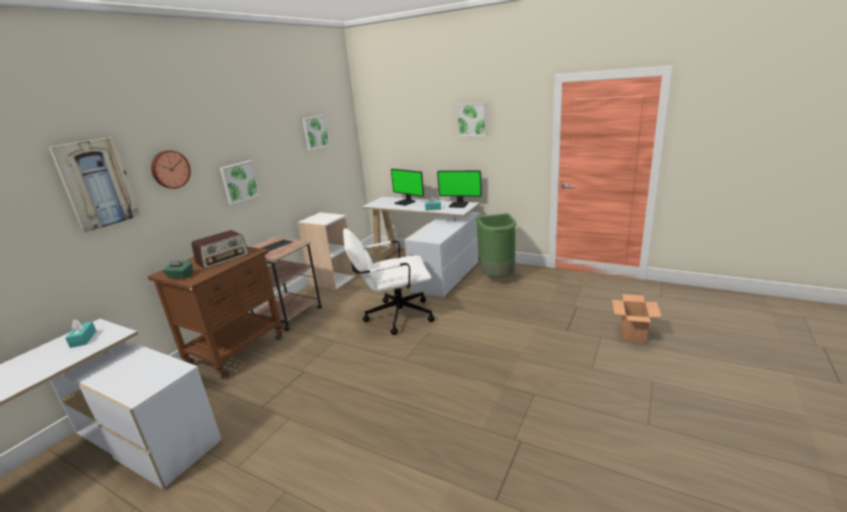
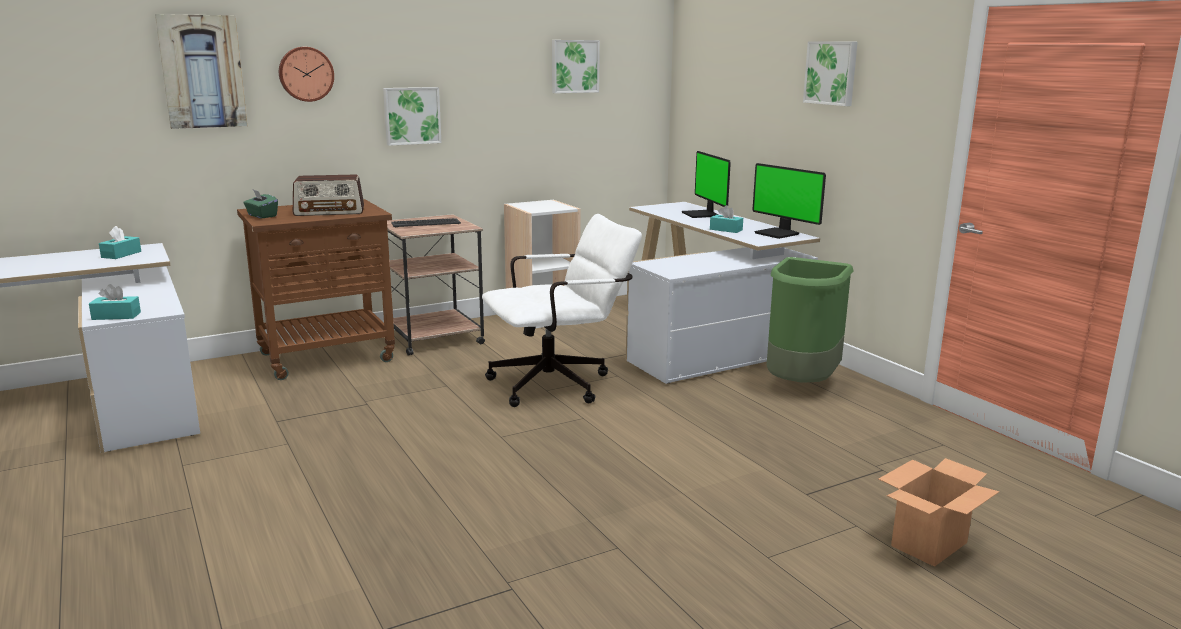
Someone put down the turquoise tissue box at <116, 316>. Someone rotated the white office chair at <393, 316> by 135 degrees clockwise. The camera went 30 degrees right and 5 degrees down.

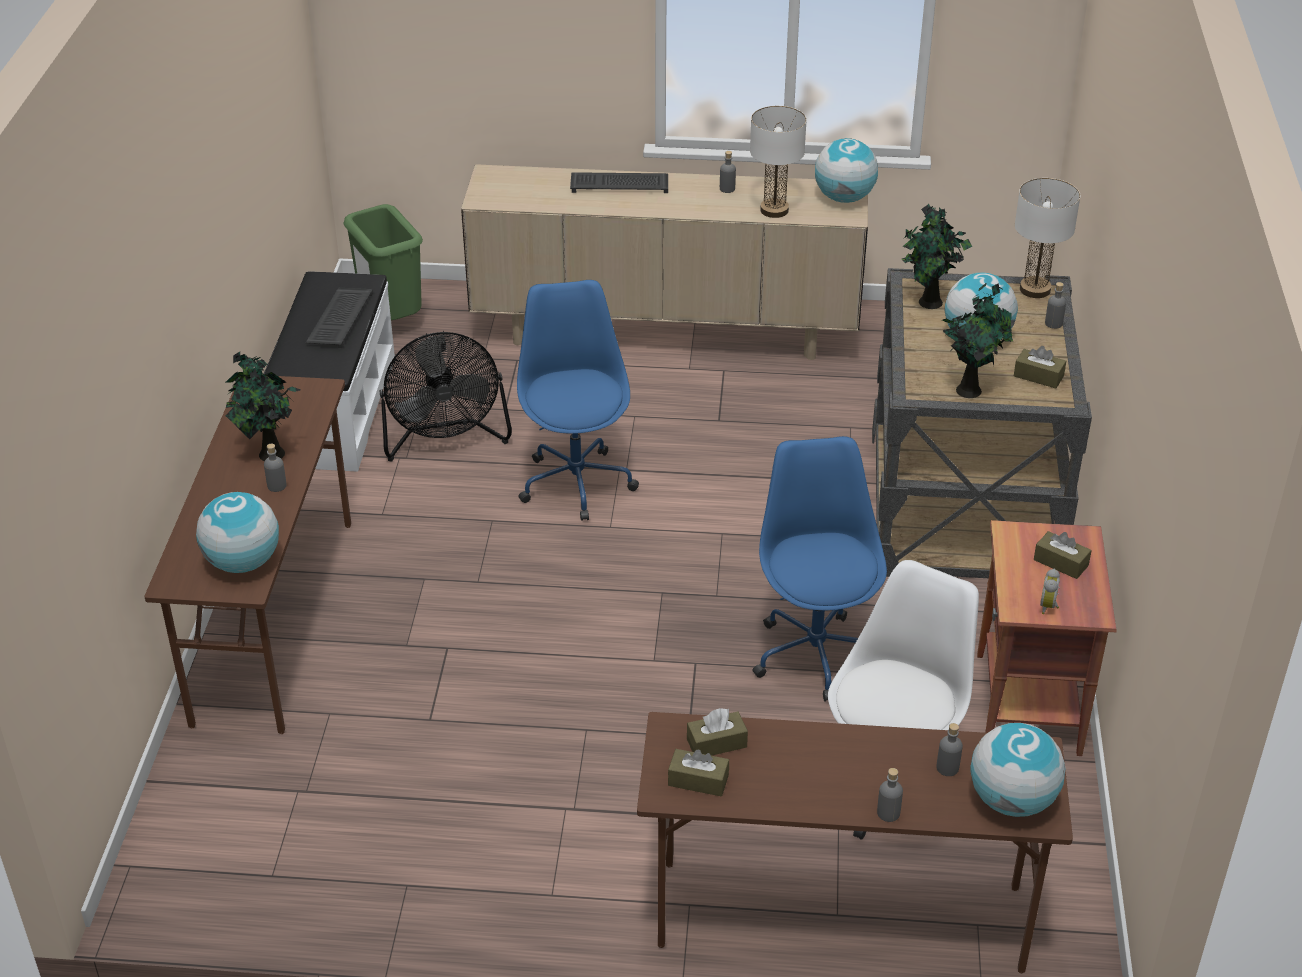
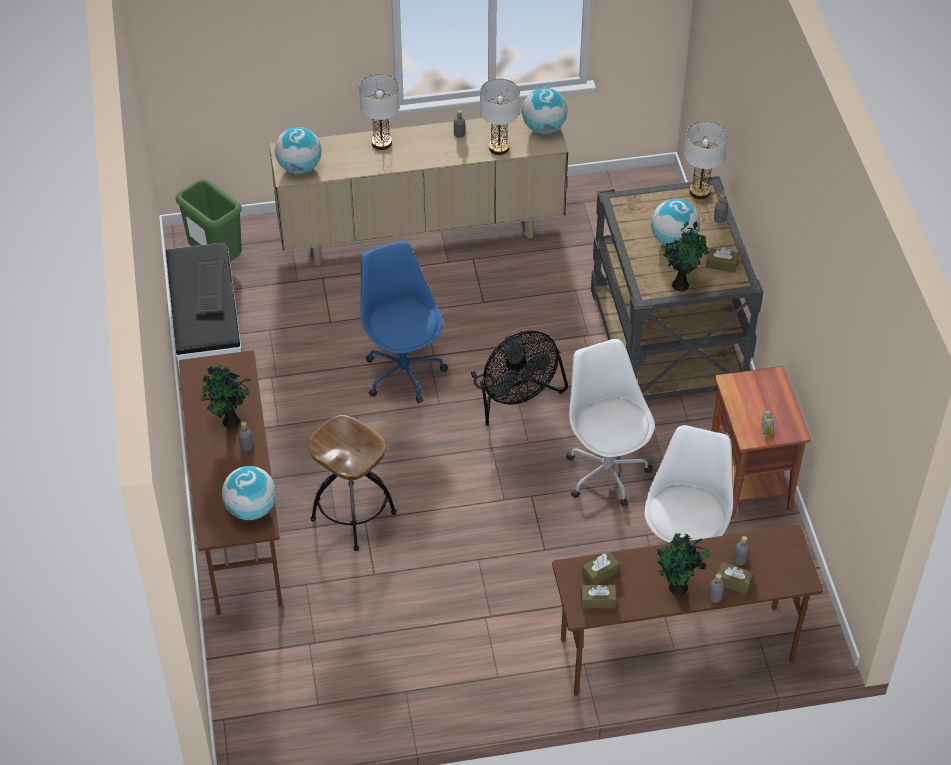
Someone carried the globe from <1012, 800> to <299, 167>. Someone put down the brown stool at <354, 516>. Someone swapped the keyboard at <620, 184> for the table lamp at <382, 143>. Someone carried the black fan from <440, 437> to <512, 398>. Someone repainted the blue office chair at <814, 653>, which became the white office chair at <605, 473>. Someone carried the potted plant from <929, 303> to <677, 589>. Someone carried the brown tissue box from <1061, 562> to <733, 582>. The camera went 15 degrees left and 10 degrees up.

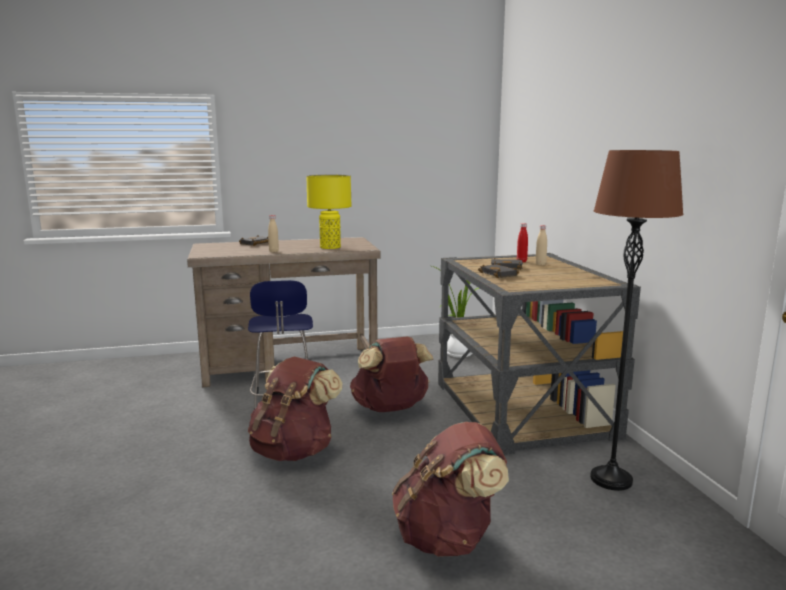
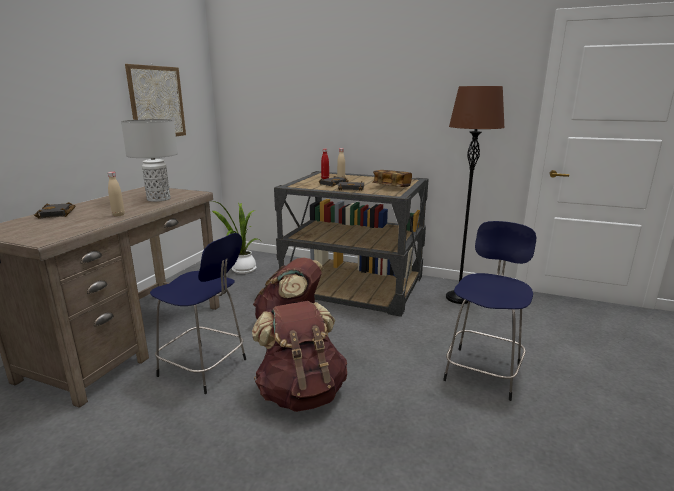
Someone repainted the yellow table lamp at <330, 247>, which became the white table lamp at <158, 199>. Someone put up the picture at <157, 101>. Someone put down the book at <391, 187>. Someone swapped the brown backpack at <448, 538> for the blue stool at <483, 371>. The camera went 55 degrees left and 5 degrees up.

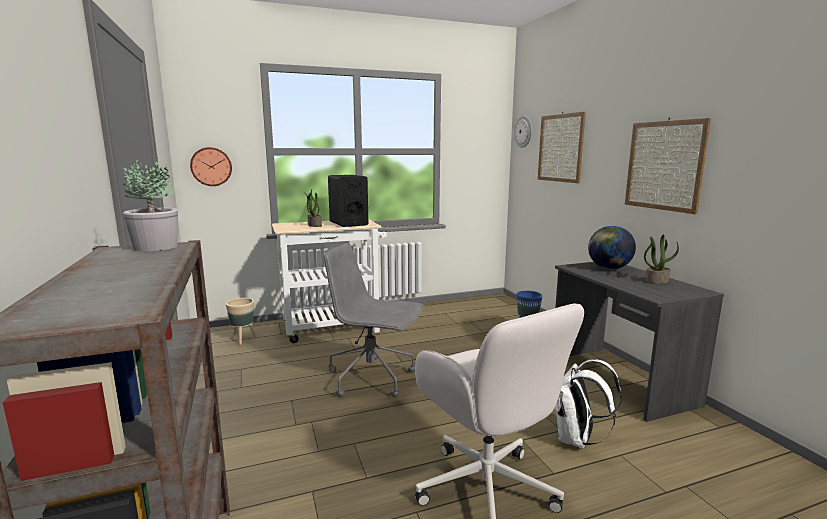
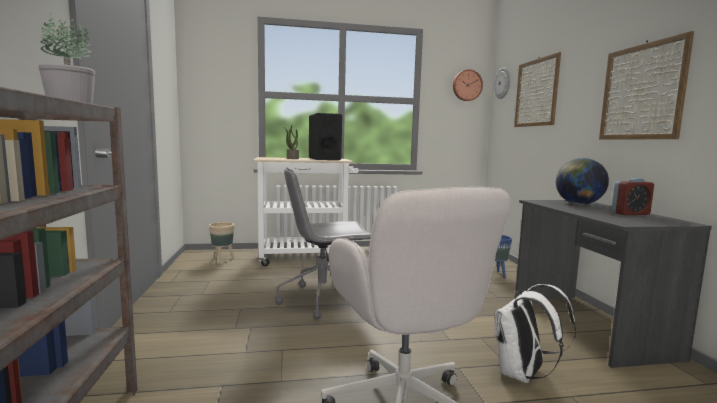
Someone rotated the grey office chair at <375, 379> by 45 degrees counterclockwise. Someone carried the wall clock from <211, 166> to <467, 85>. Someone swapped the potted plant at <656, 281> for the alarm clock at <630, 213>. The camera went 10 degrees right and 5 degrees down.

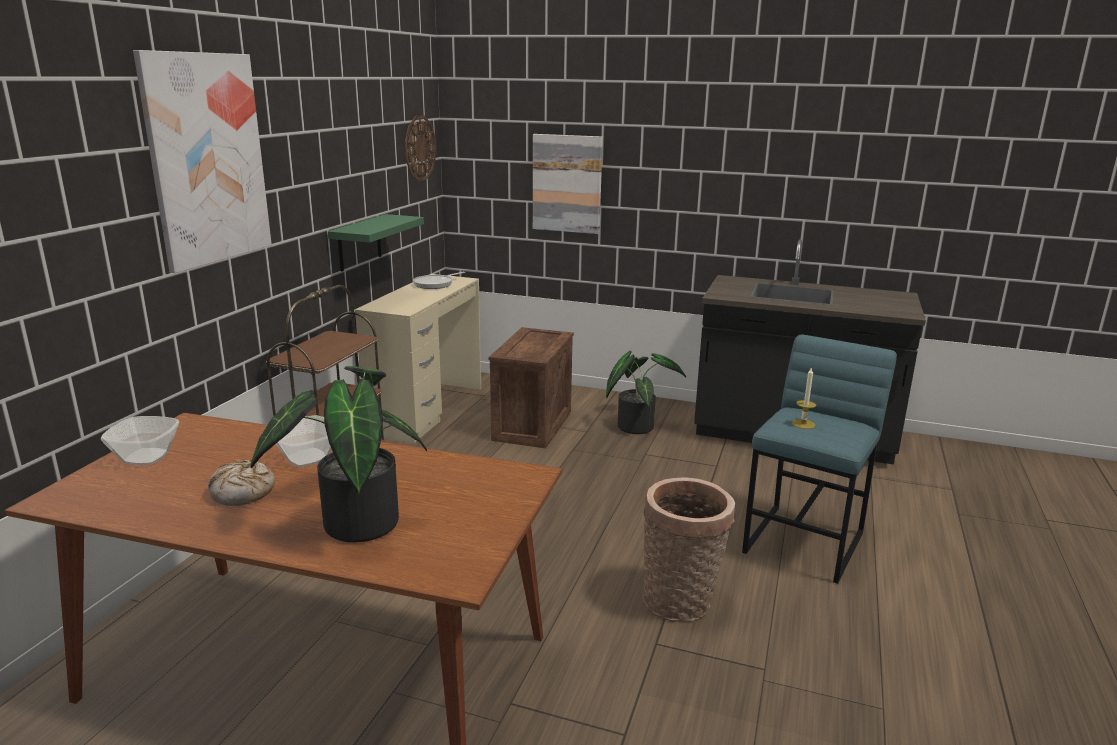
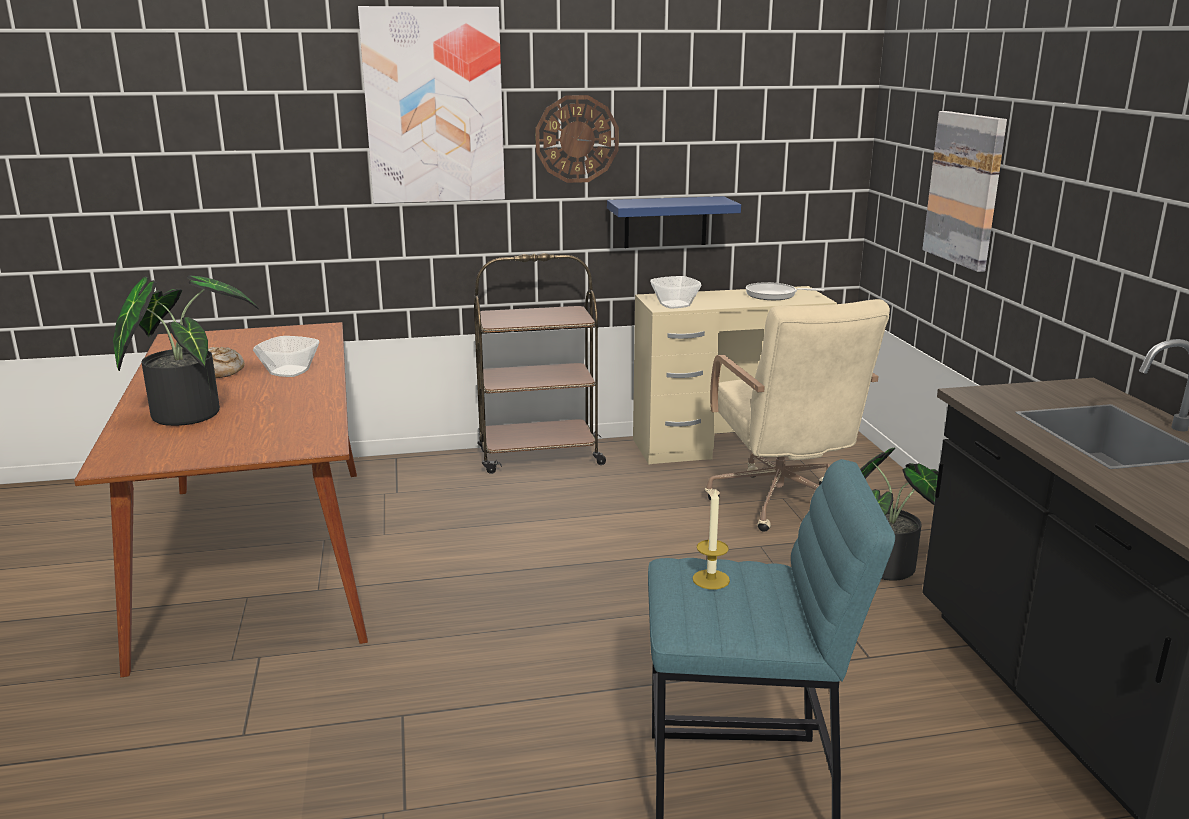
Someone carried the wall clock from <419, 148> to <577, 139>. Someone repainted the green shelf at <359, 242>, which became the blue shelf at <665, 222>. Someone carried the bowl from <147, 457> to <675, 305>. Someone swapped the crate at <533, 426> for the beige office chair at <781, 506>. Someone took away the basket at <681, 602>. The camera went 60 degrees right and 0 degrees up.

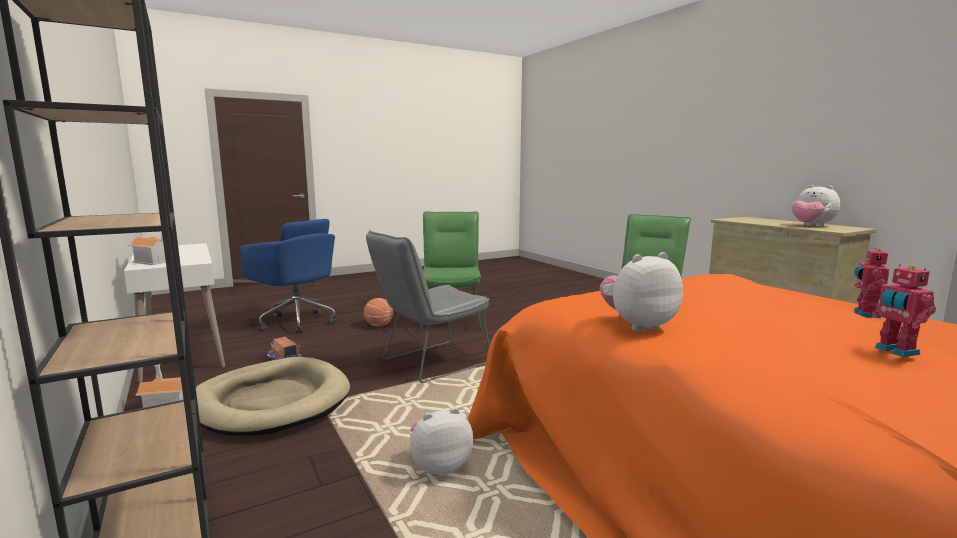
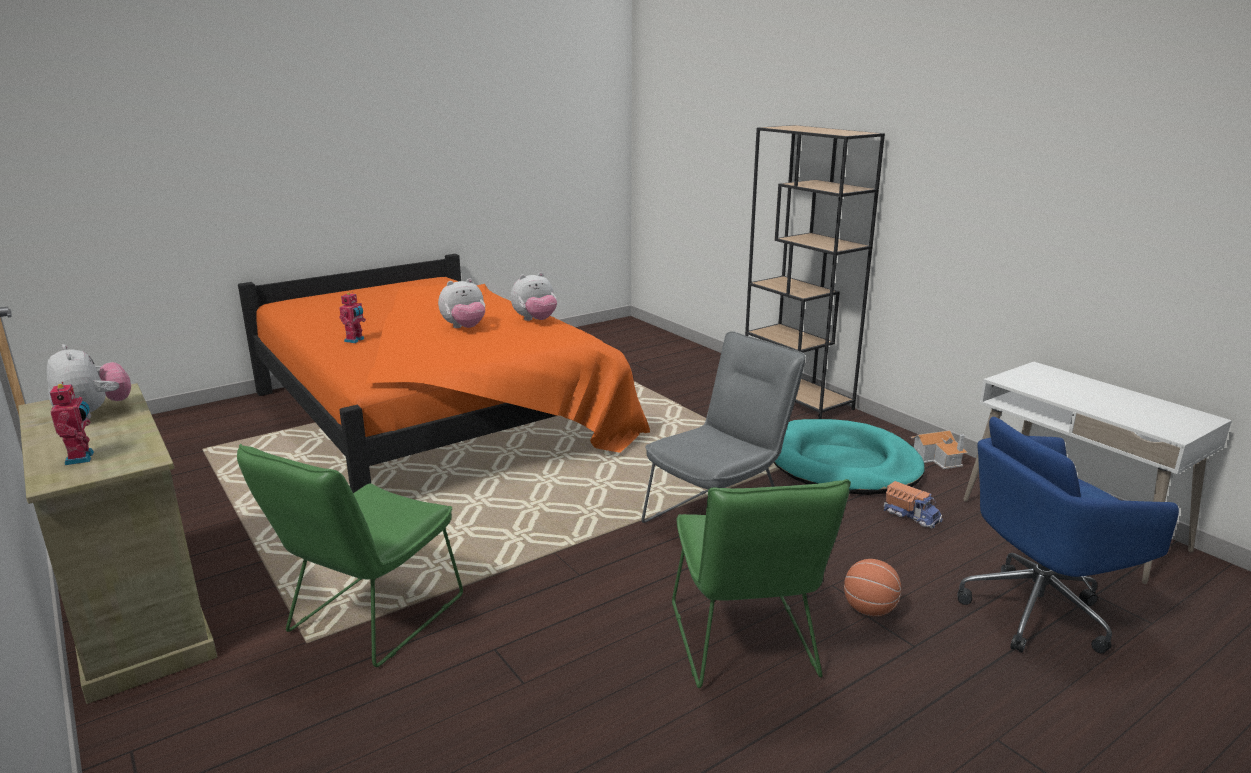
Someone carried the toy robot from <895, 351> to <82, 458>. Someone carried the plush toy from <439, 467> to <464, 328>. Someone repainted the beige dog bed at <272, 401>, which became the turquoise dog bed at <842, 464>. Someone rotated the blue office chair at <295, 322> by 45 degrees counterclockwise. Someone took away the toy house at <157, 260>. The camera went 175 degrees right and 10 degrees up.

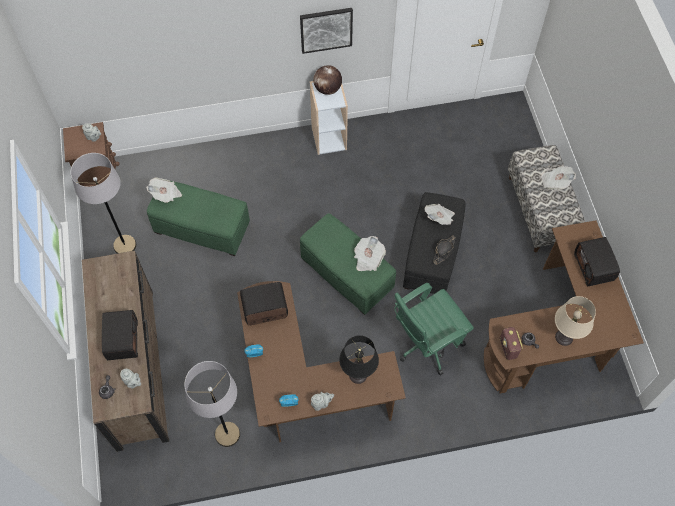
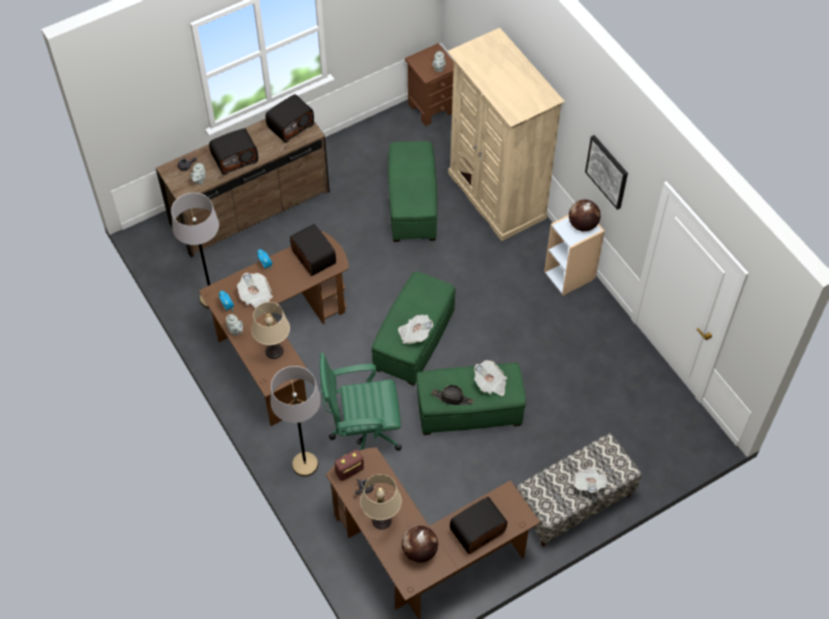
Someone carried the newspaper from <166, 194> to <256, 296>. Someone repainted the black table lamp at <358, 375>, which became the beige table lamp at <274, 351>. Someone put down the radio at <290, 126>. Someone carried the grey floor lamp from <125, 245> to <305, 464>. Someone rotated the green office chair at <426, 345> by 45 degrees counterclockwise. Someone put down the globe at <419, 551>. Someone repainted the black ottoman at <432, 255>, which became the green ottoman at <469, 411>. Someone put down the beige wardrobe at <496, 195>. The camera went 70 degrees right and 5 degrees down.

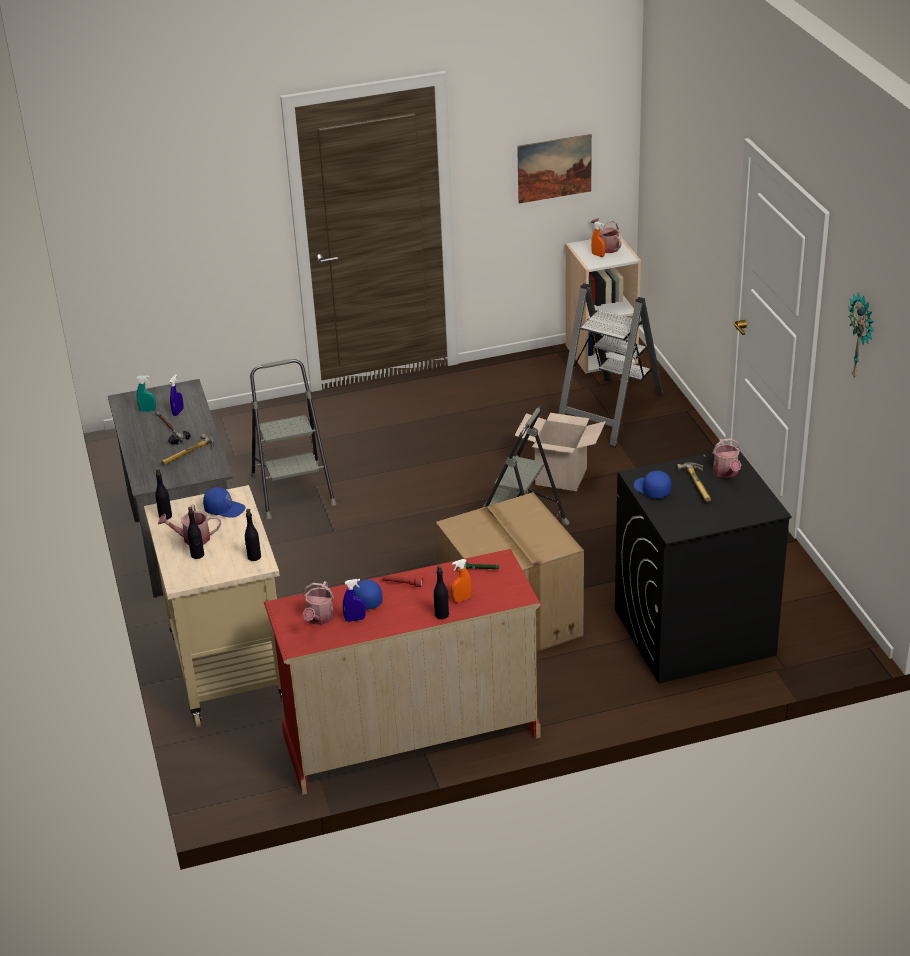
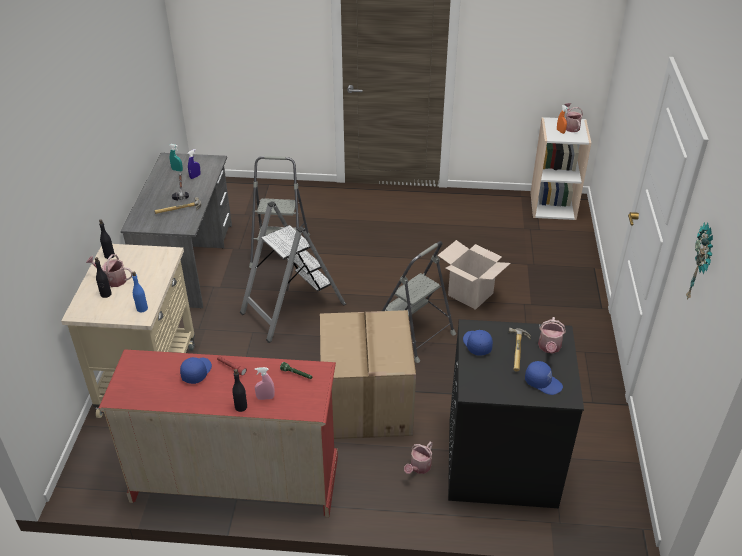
Someone repainted the black bottle at <254, 557>, which became the blue bottle at <142, 308>. Someone carried the grey step ladder from <609, 412> to <292, 308>. Someone repainted the orange spray bottle at <461, 599>, which became the pink spray bottle at <265, 398>. Someone carried the watering can from <319, 619> to <419, 467>. Someone carried the blue cap from <224, 509> to <543, 382>. Someone took away the blue spray bottle at <355, 619>. Someone took away the picture at <554, 168>. The camera went 20 degrees right and 5 degrees up.

